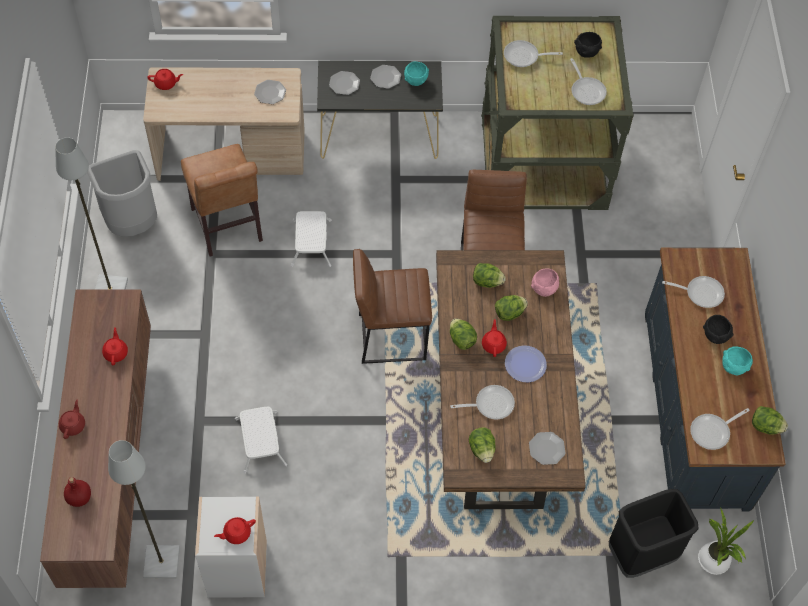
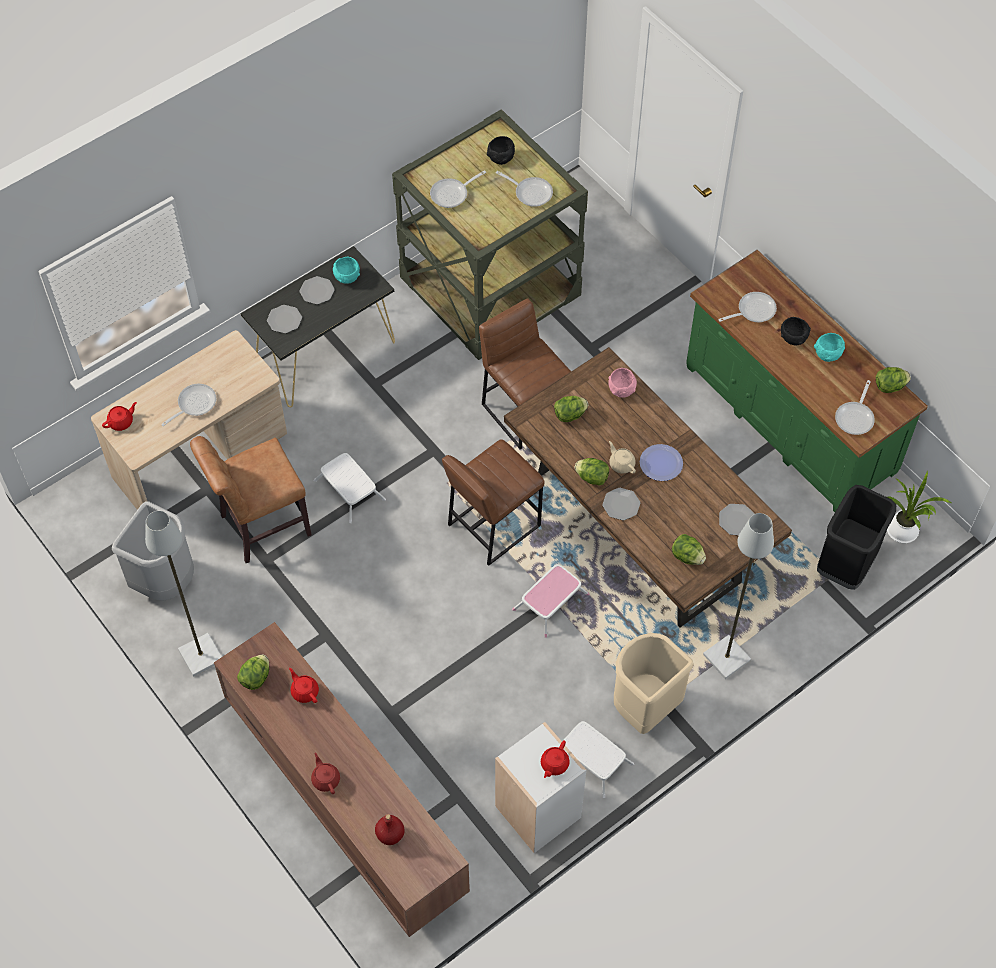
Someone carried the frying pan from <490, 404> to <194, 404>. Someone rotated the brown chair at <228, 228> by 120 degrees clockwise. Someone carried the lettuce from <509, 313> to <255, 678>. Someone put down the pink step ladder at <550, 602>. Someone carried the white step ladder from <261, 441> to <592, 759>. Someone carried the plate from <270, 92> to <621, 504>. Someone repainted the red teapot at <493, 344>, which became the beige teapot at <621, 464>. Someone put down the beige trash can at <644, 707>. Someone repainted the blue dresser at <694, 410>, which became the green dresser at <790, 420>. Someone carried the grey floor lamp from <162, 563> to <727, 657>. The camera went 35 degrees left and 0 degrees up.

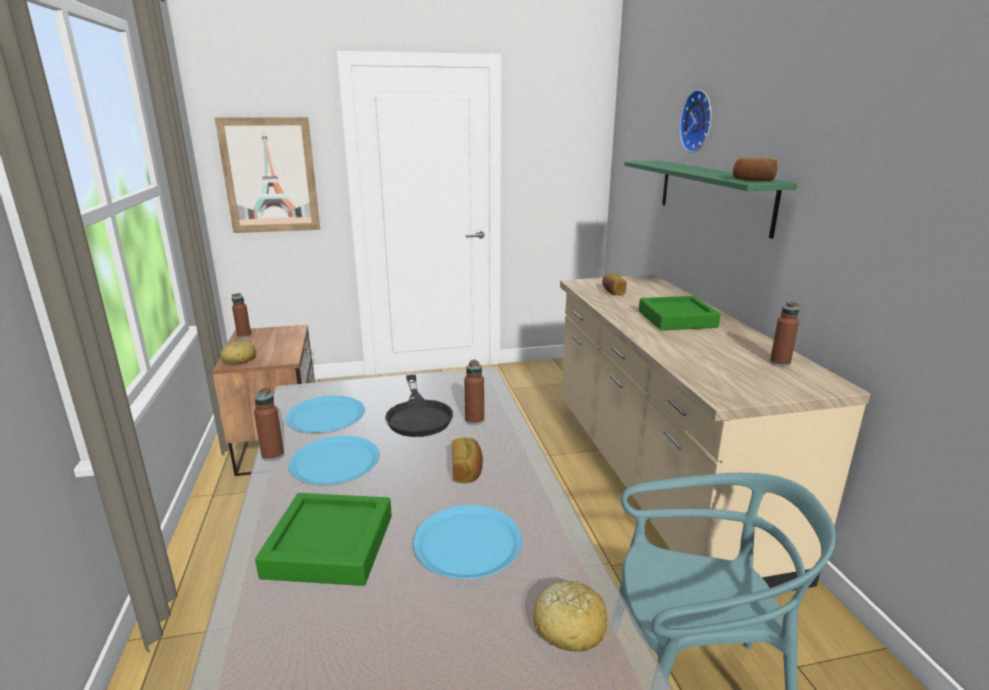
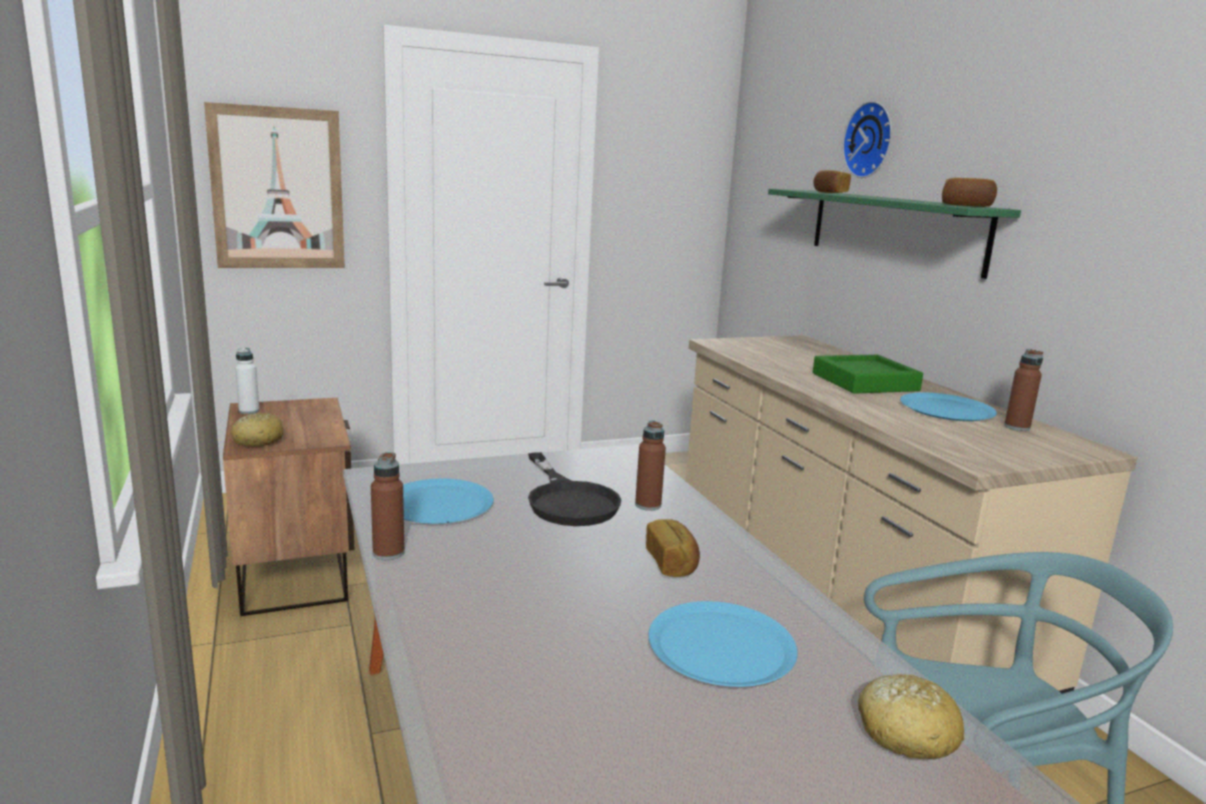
Someone repainted the brown bottle at <244, 336>, which became the white bottle at <249, 411>. Someone carried the bread from <612, 292> to <829, 192>. Someone carried the blue plate from <335, 461> to <947, 409>. Someone took away the green tray at <330, 546>. The camera went 10 degrees left and 5 degrees down.

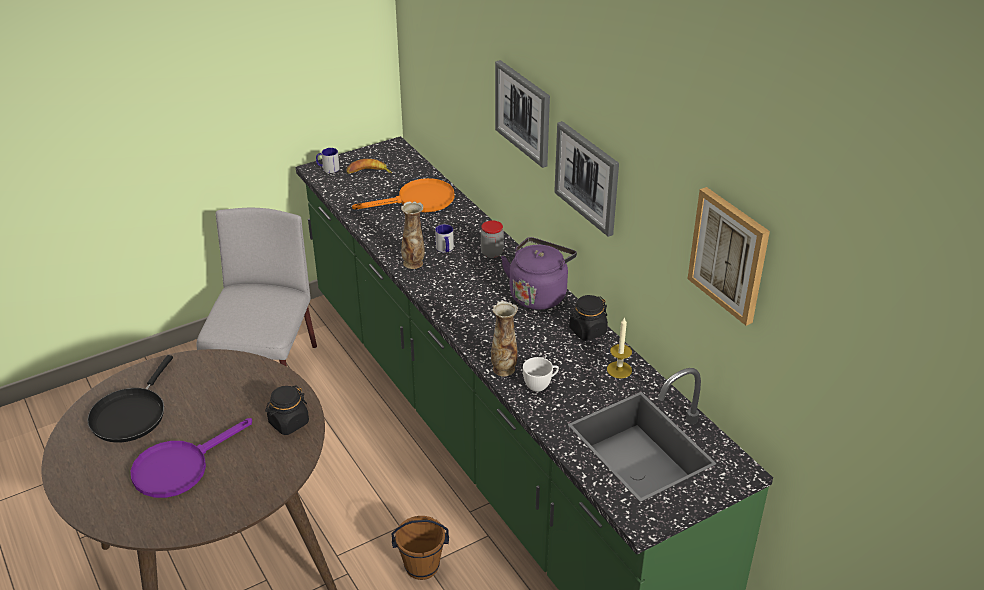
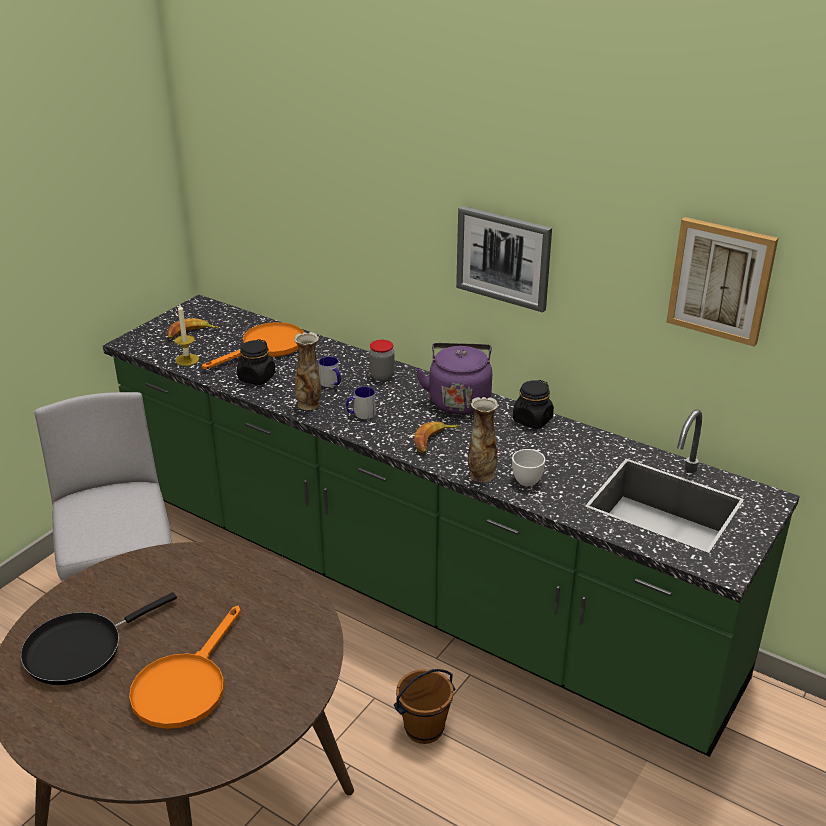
Someone rotated the black frying pan at <131, 414> by 60 degrees clockwise. Someone repainted the purple frying pan at <179, 467>, which became the orange frying pan at <185, 685>. Someone carried the candle from <619, 370> to <187, 360>. Someone carried the black jar from <288, 423> to <256, 378>. Someone carried the mug from <328, 168> to <360, 414>. Someone put down the banana at <434, 440>. Someone took away the picture at <523, 112>. The camera went 25 degrees left and 5 degrees down.

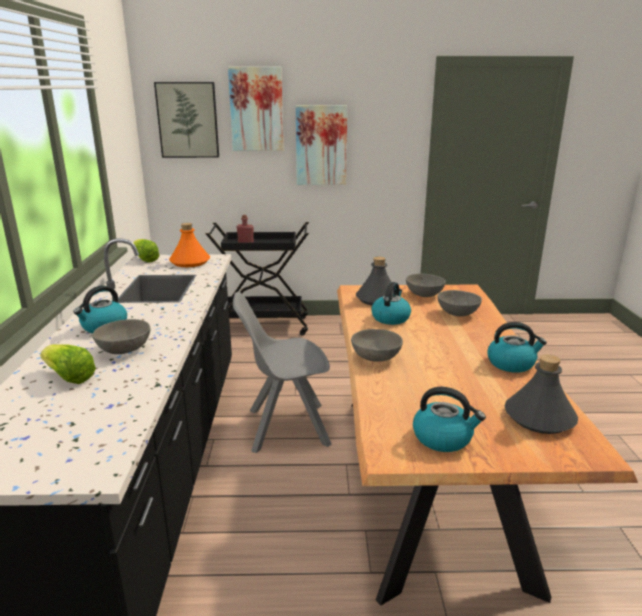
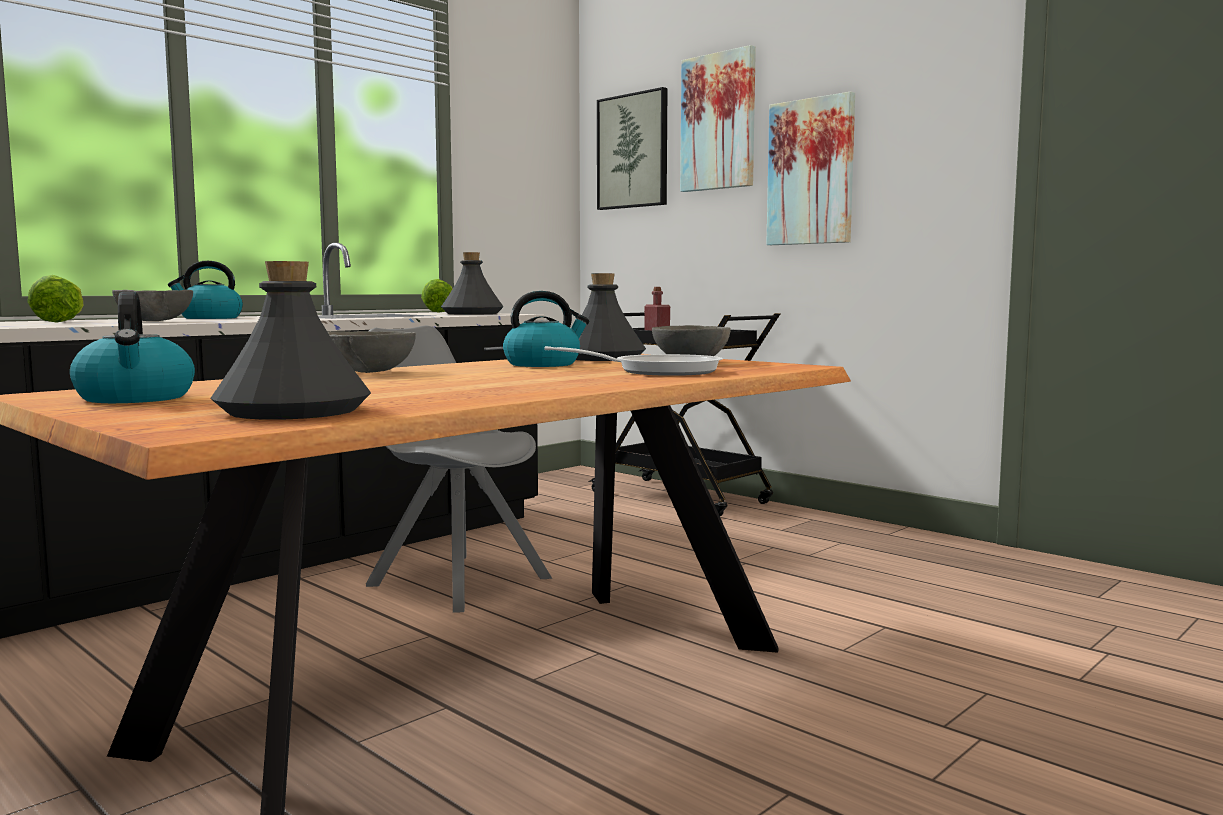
Someone repainted the orange bottle at <190, 262>, which became the grey bottle at <472, 313>. Someone swapped the grey bowl at <457, 313> for the frying pan at <657, 371>. Someone took away the kettle at <511, 363>. The camera went 45 degrees right and 15 degrees down.

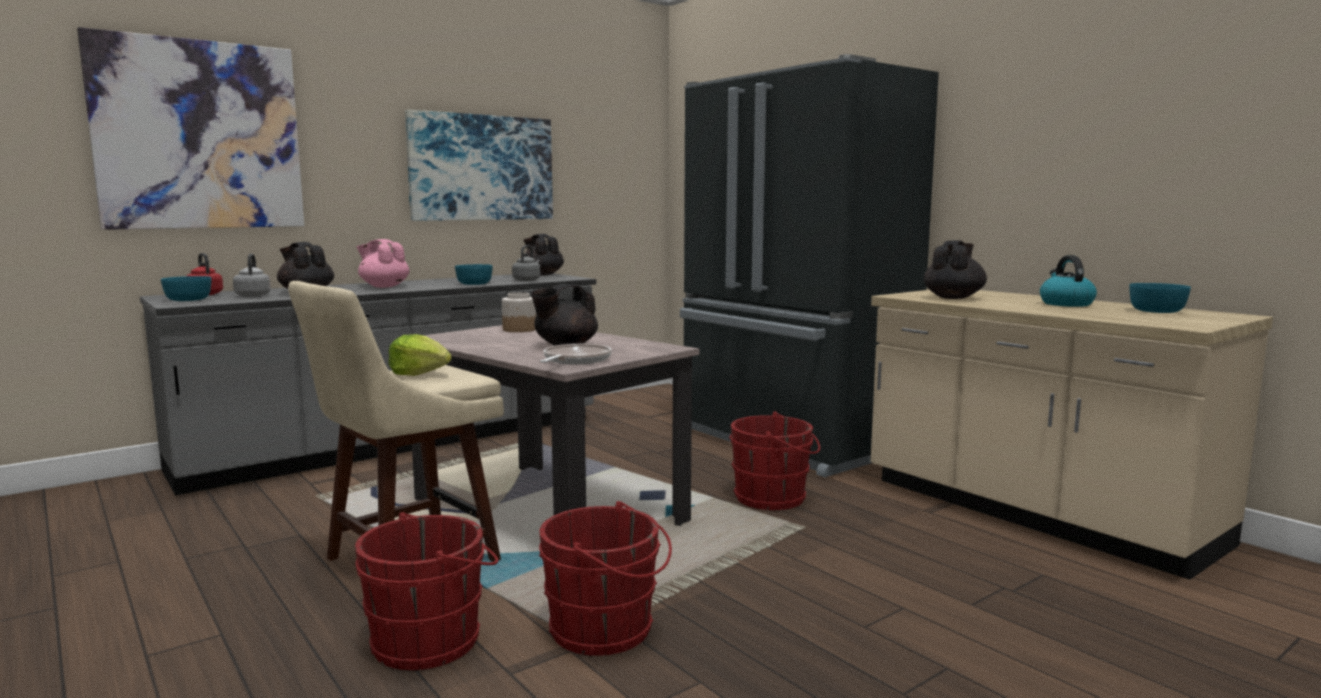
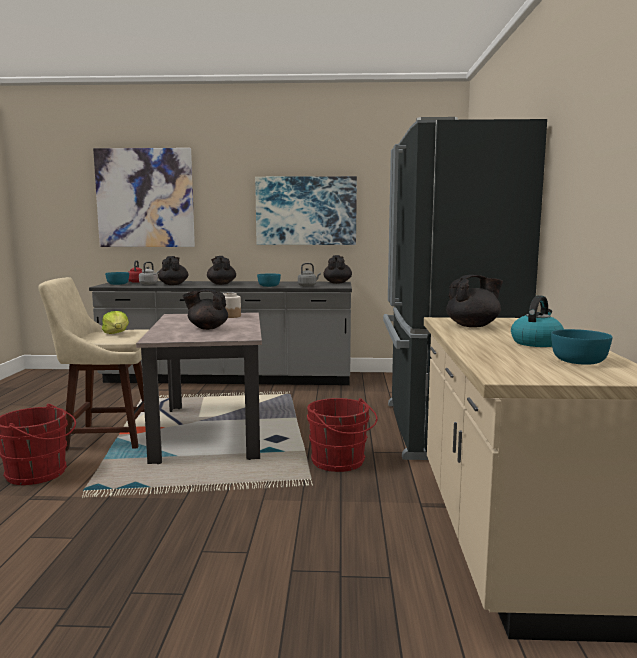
Someone repainted the pink teapot at <384, 286>, which became the black teapot at <221, 284>. Someone took away the red bucket at <607, 631>. Someone took away the frying pan at <574, 360>. The camera went 40 degrees right and 0 degrees up.

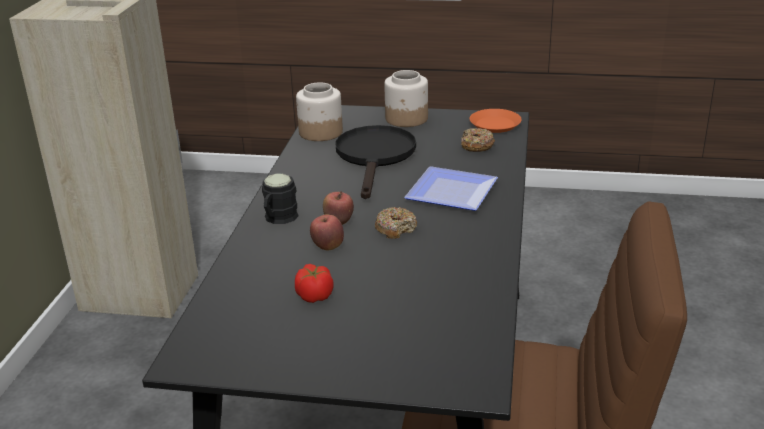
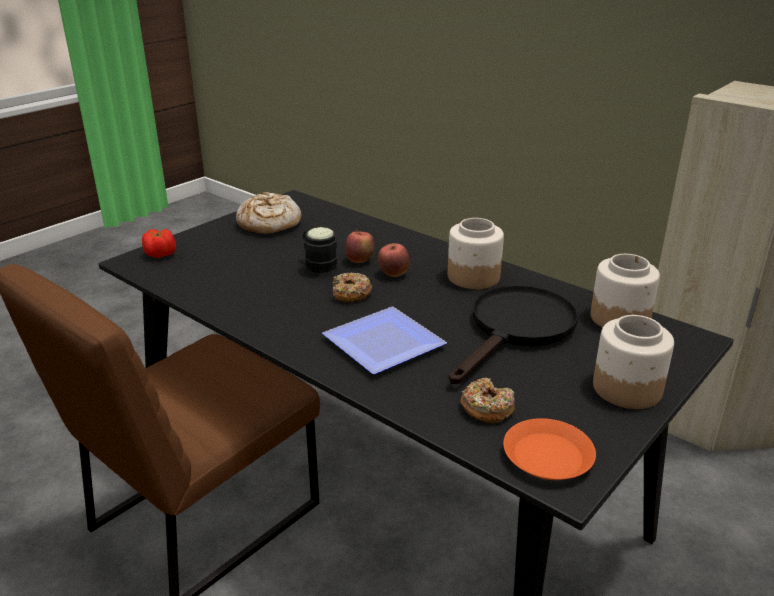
Someone carried the tomato from <314, 296> to <161, 254>. Someone put down the bread at <269, 224>. Someone carried the black mug from <278, 219> to <318, 267>. Someone put down the jar at <472, 277>. Someone rotated the black frying pan at <375, 157> by 90 degrees counterclockwise. The camera went 120 degrees right and 0 degrees up.

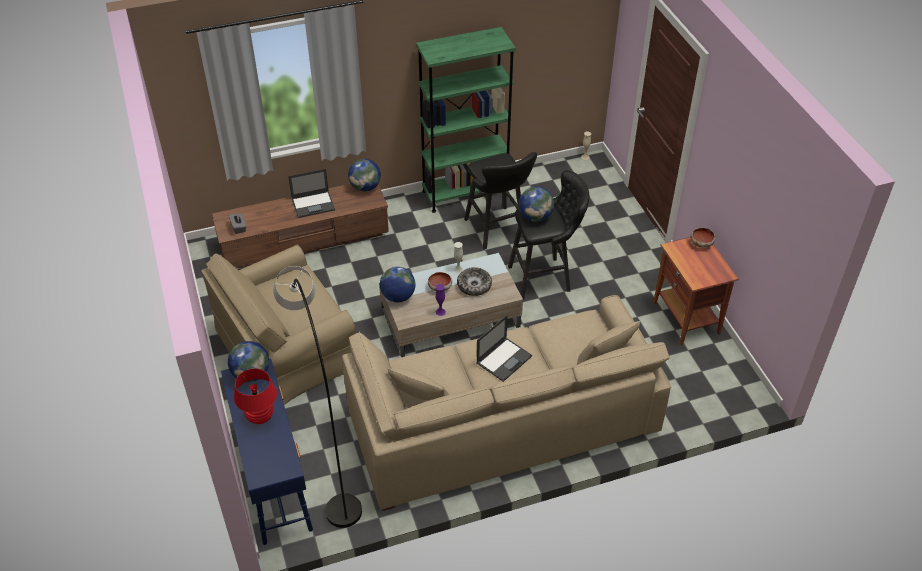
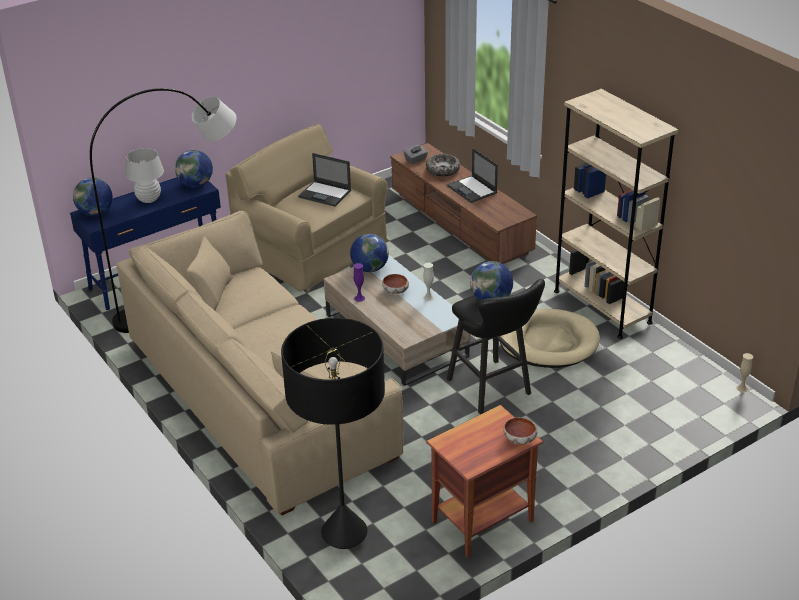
Someone carried the globe from <365, 187> to <96, 213>. Someone repainted the red table lamp at <260, 417>, which became the white table lamp at <149, 199>. Someone put down the black floor lamp at <344, 535>. Someone carried the laptop from <504, 359> to <325, 194>. Someone carried the bowl from <474, 285> to <442, 170>. Someone swapped the black stool at <498, 232> for the beige dog bed at <549, 343>. Someone repainted the green bookcase at <465, 193>, which became the beige bookcase at <602, 306>. The camera went 75 degrees right and 10 degrees down.

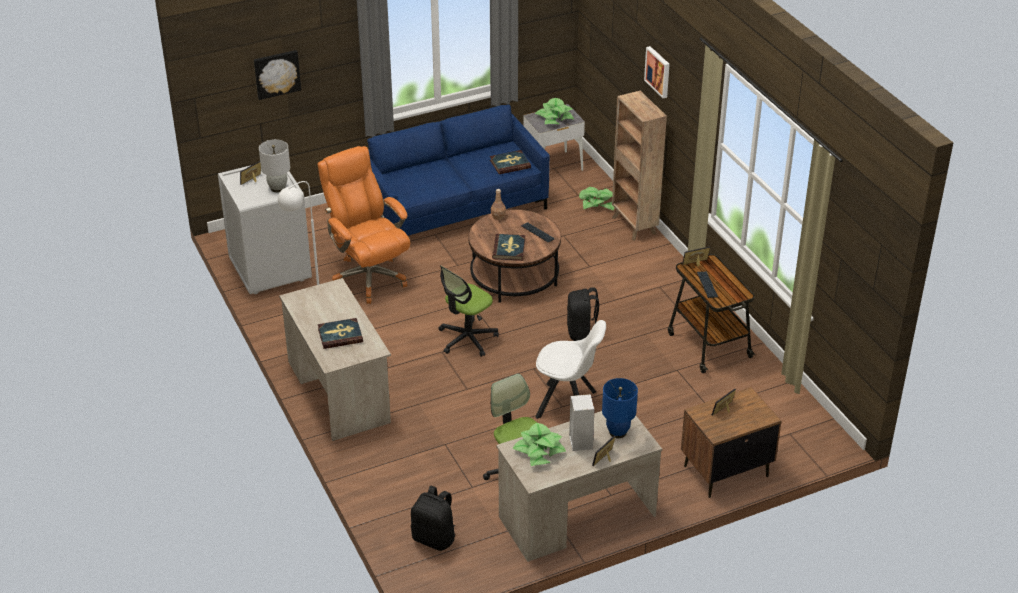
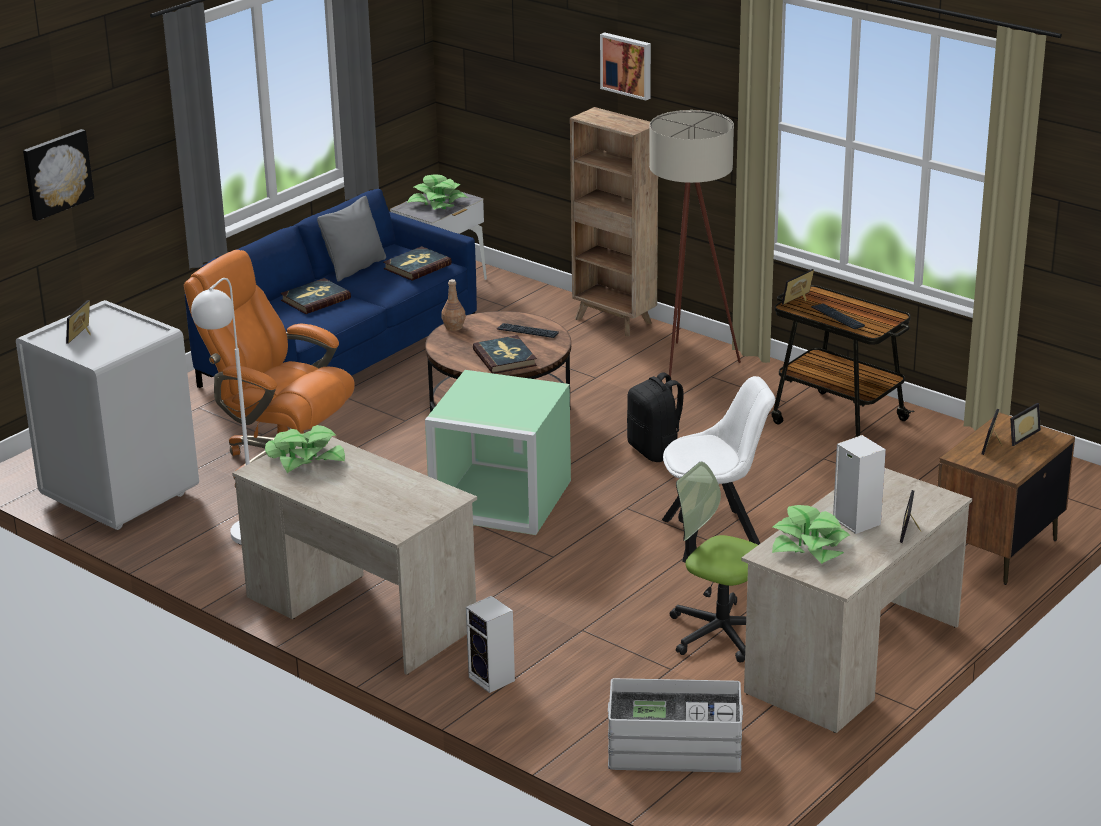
Someone carried the potted plant from <597, 203> to <305, 458>. Someone carried the book from <340, 335> to <315, 299>. Someone put down the grey pillow at <355, 268>. Someone swapped the office chair at <467, 339> for the green storage box at <499, 499>. Someone put down the speaker at <493, 679>. Someone swapped the black backpack at <434, 538> for the grey storage box at <675, 747>. Someone put down the beige floor lamp at <689, 365>. Someone put down the picture frame at <1020, 435>. Someone took away the white table lamp at <277, 188>. Someone took away the blue table lamp at <617, 432>. The camera went 25 degrees left and 10 degrees down.

